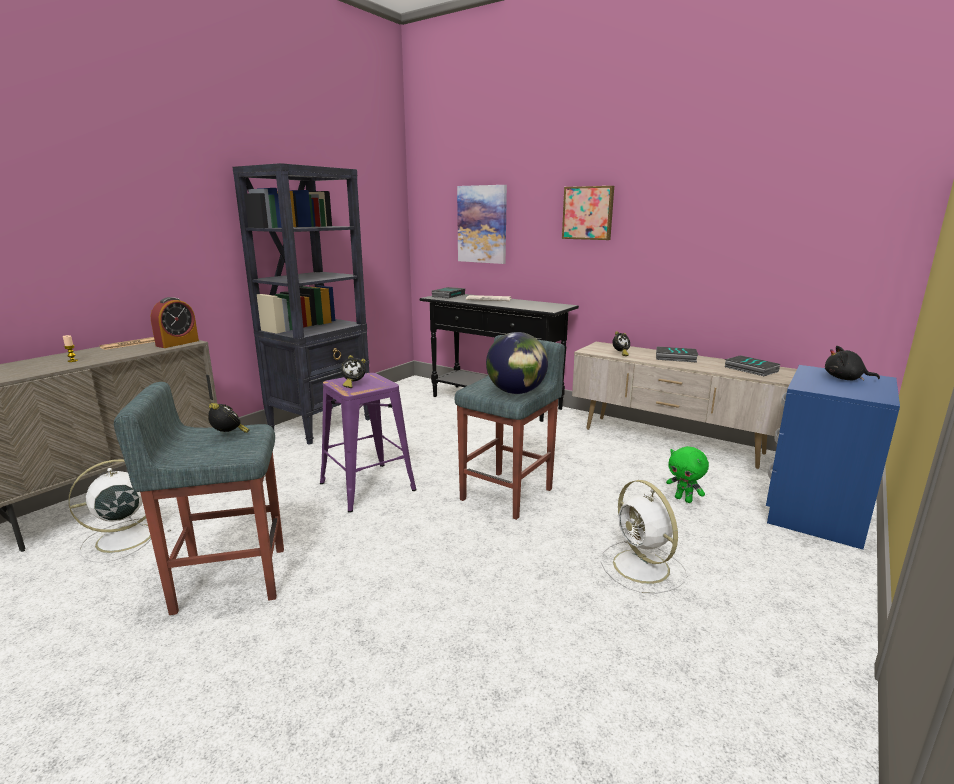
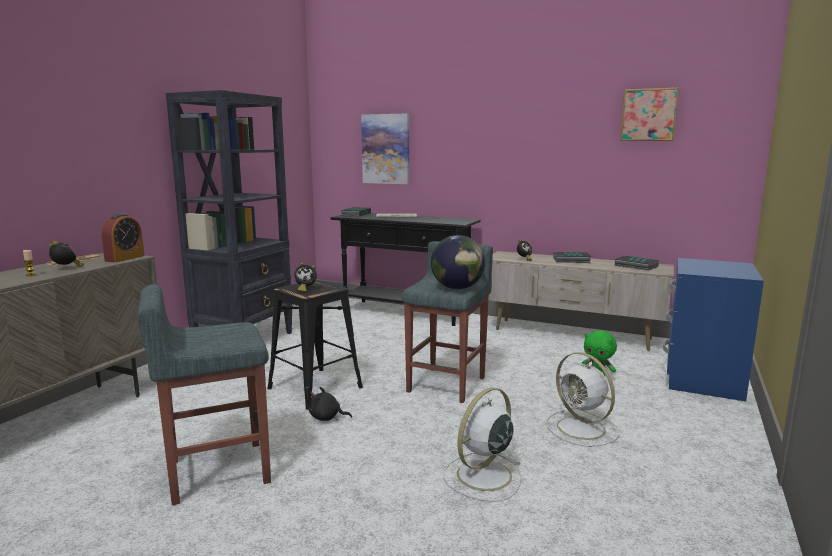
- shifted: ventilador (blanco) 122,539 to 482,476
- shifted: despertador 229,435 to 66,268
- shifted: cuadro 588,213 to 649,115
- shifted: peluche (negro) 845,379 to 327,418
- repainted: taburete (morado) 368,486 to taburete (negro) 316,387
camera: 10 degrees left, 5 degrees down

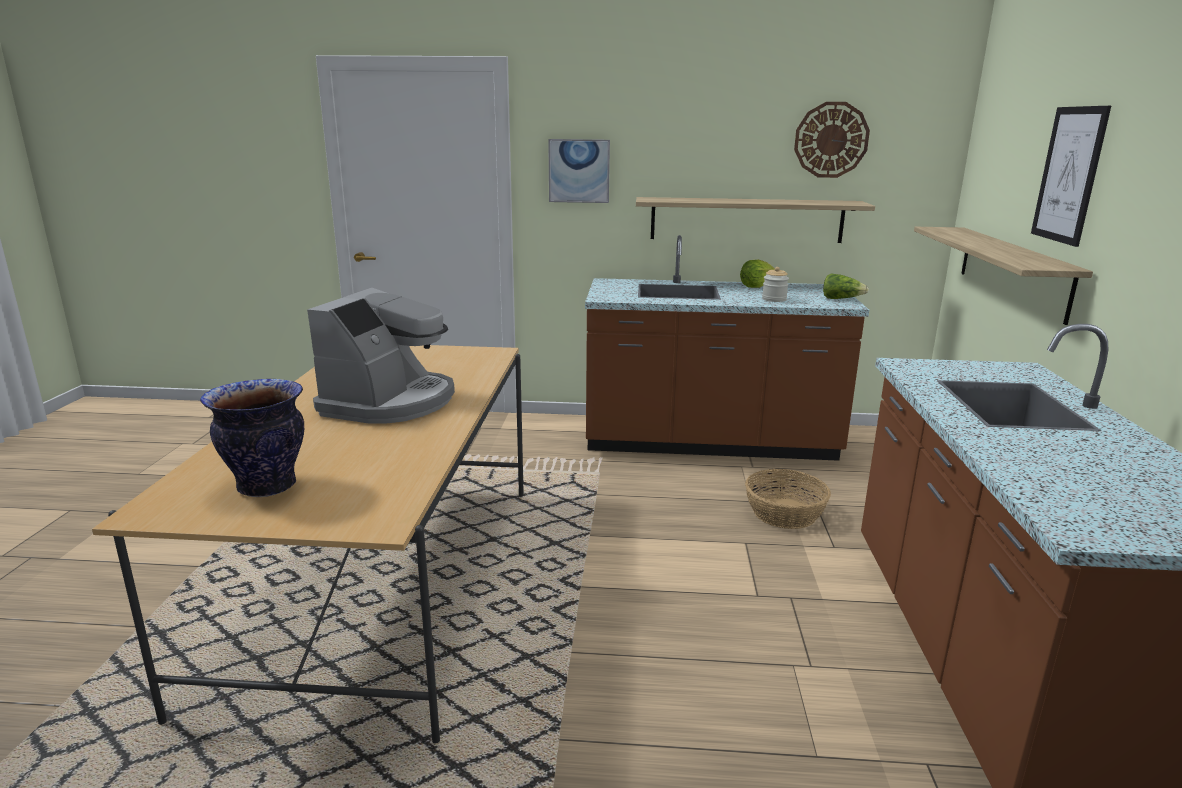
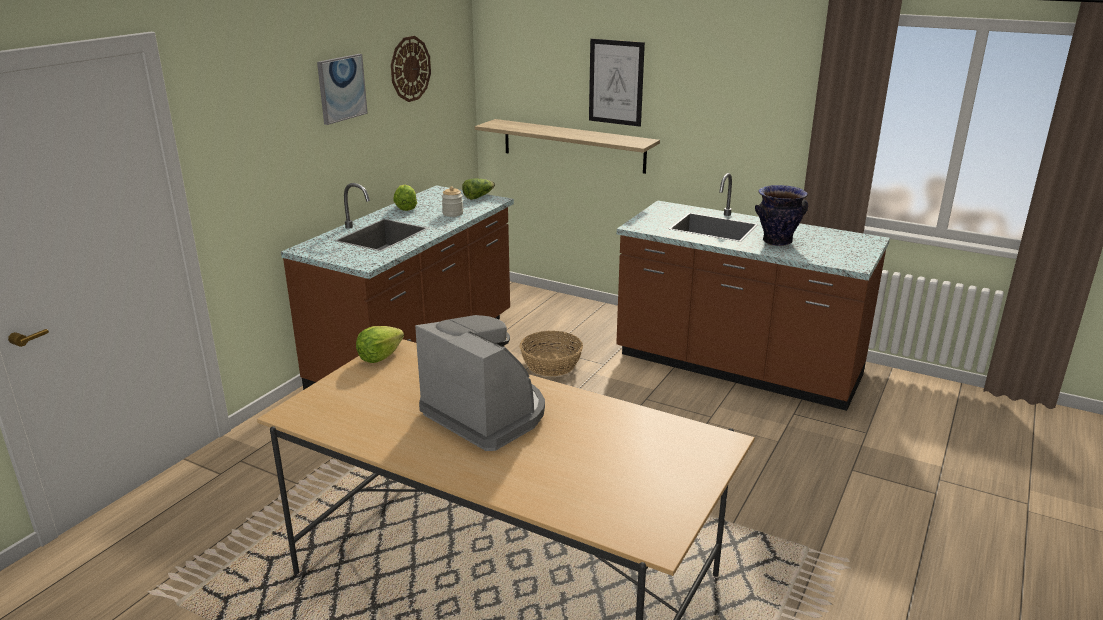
- gone: estante 746,220
- new: lechuga 380,357
- shifted: florero 268,486 to 776,241
- shifted: cuadro 579,171 to 341,88
camera: 65 degrees left, 5 degrees up

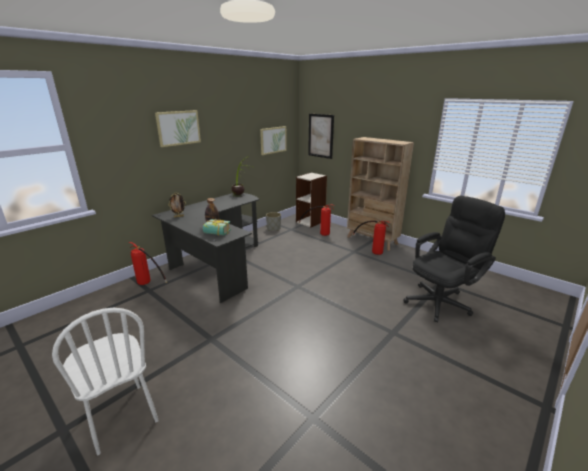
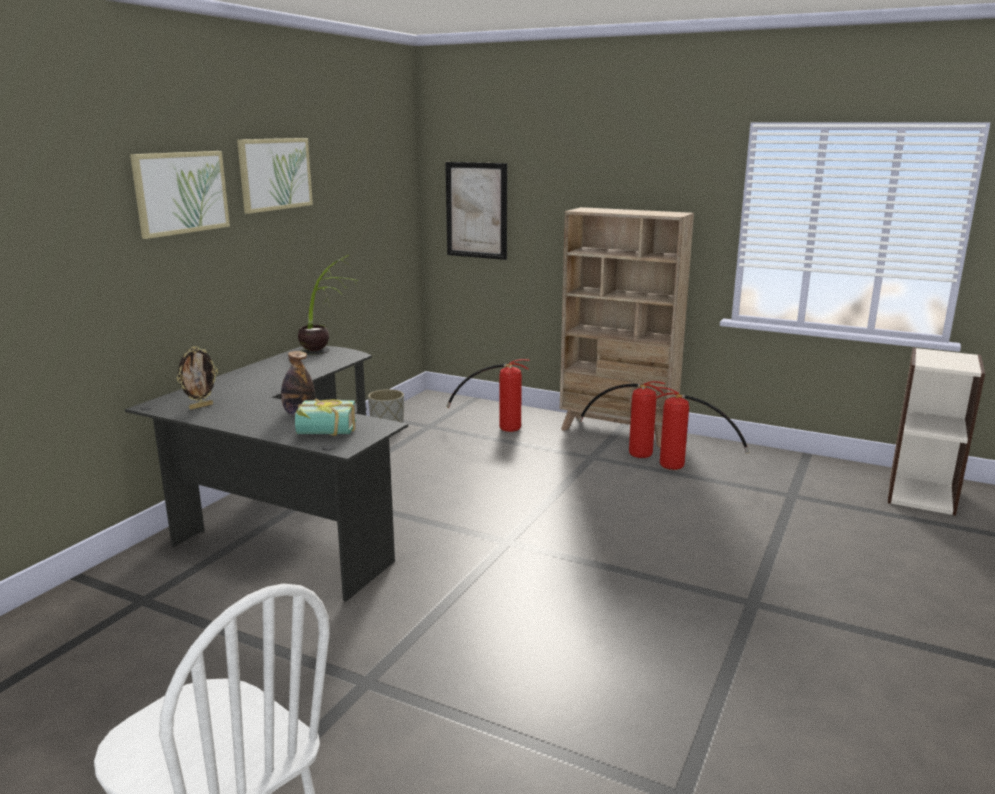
- gone: silla de oficina (negro) 442,301
- shifted: extintor 148,284 to 686,467
- shifted: cuadro 273,140 to 275,174
- shifted: estantería 311,221 to 921,495
camera: 15 degrees left, 5 degrees down

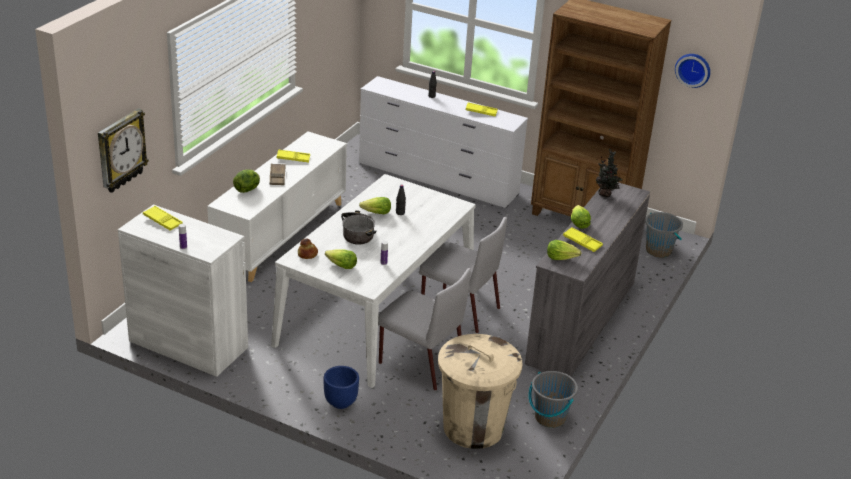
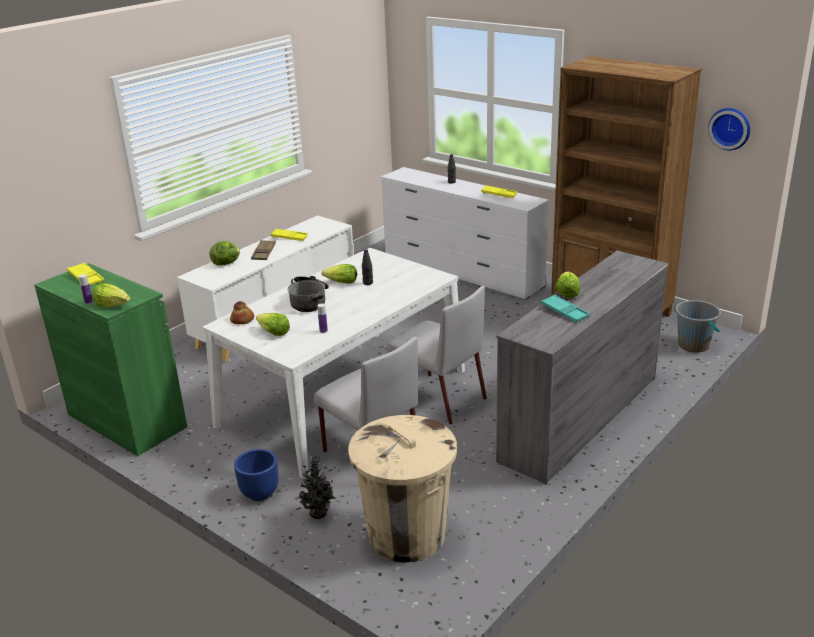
- gone: reloj de pared 120,151
- gone: cubo (gris) 550,417
- shifted: lechuga 561,257 to 113,305
- shifted: planta en maceta 606,195 to 319,515
- repainted: armario (blanco) 188,344 to armario (verde) 126,421
- repainted: bandeja (amarillo) 582,242 to bandeja (turquesa) 564,312
camera: 15 degrees right, 5 degrees down

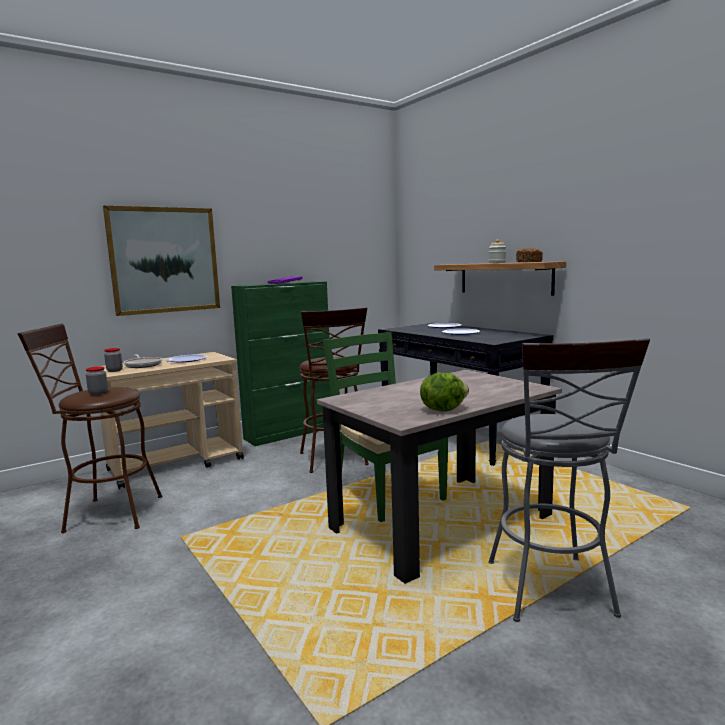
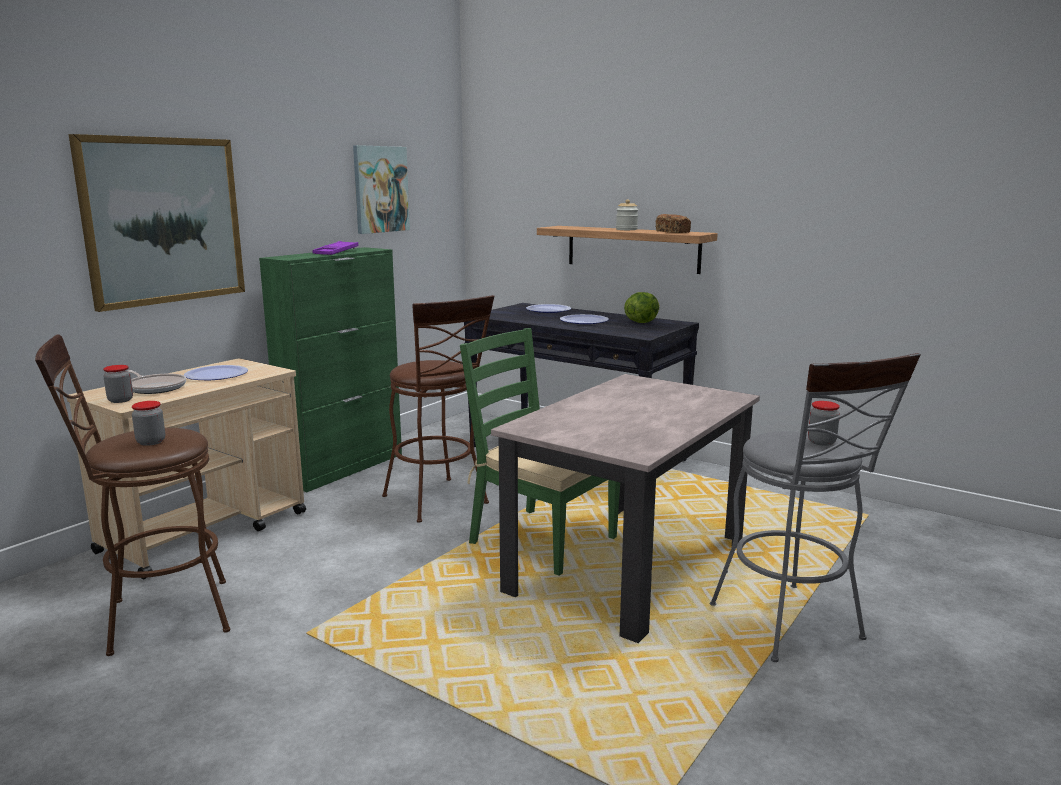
- new: cuadro 380,189
- new: tarro 821,442
- shifted: lechuga 443,409 to 641,322
camera: 20 degrees left, 5 degrees up

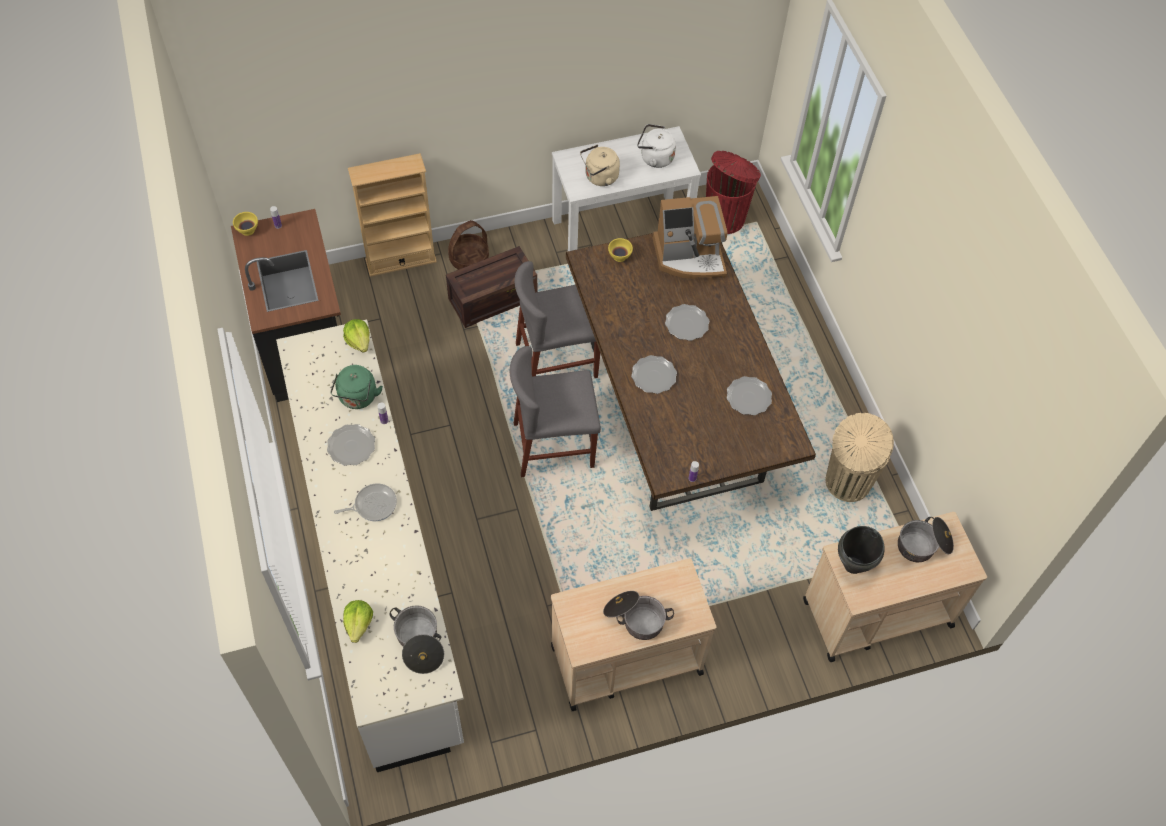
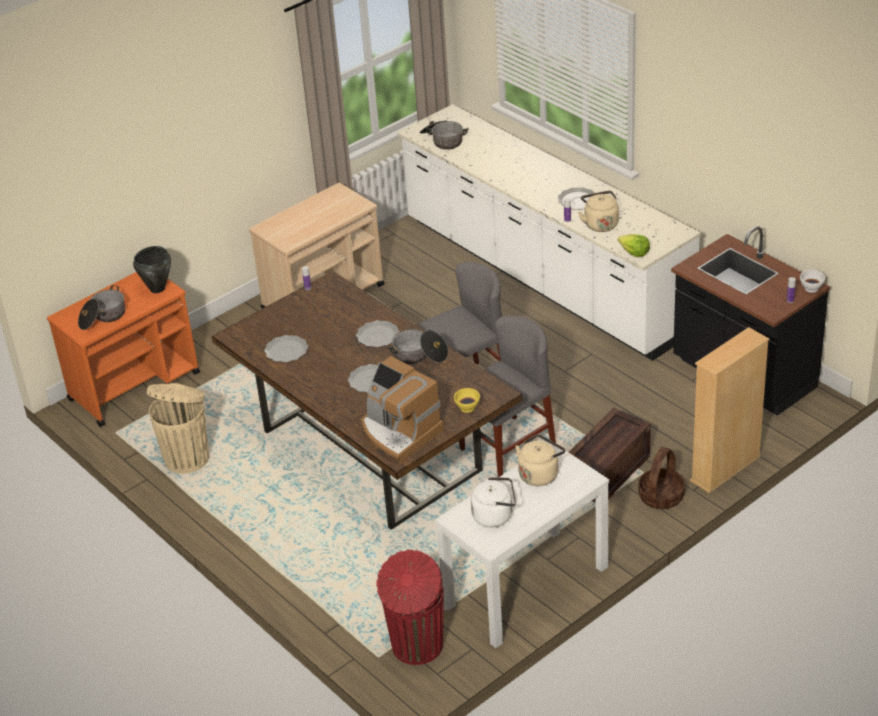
- gone: sartén 373,505
- gone: lechuga 359,624
- shifted: olla 635,618 to 419,355
- repainted: cuenco (amarillo) 247,230 to cuenco (blanco) 811,288
- repainted: hervidor (verde) 357,398 to hervidor (beis) 600,224
- repainted: carrito (beis) 876,613 to carrito (naranja) 135,386
- rotated: cafetera 690,256 = 399,432 105 degrees counterclockwise
camera: 160 degrees right, 20 degrees down

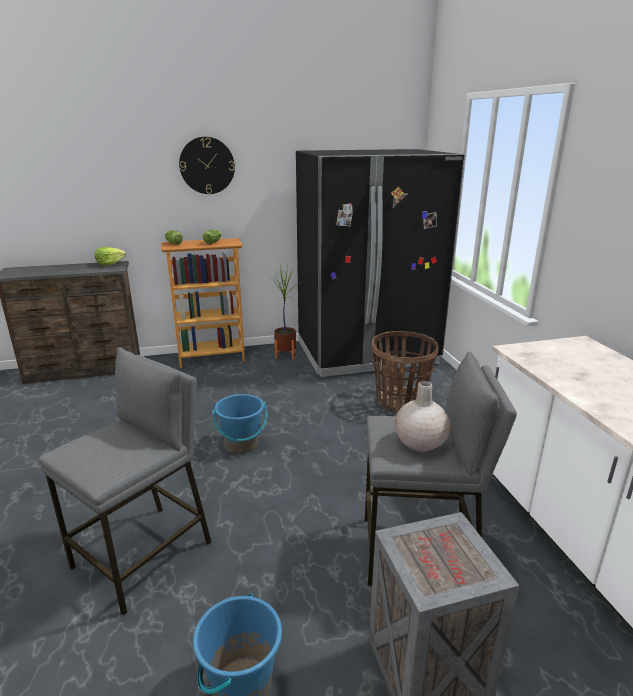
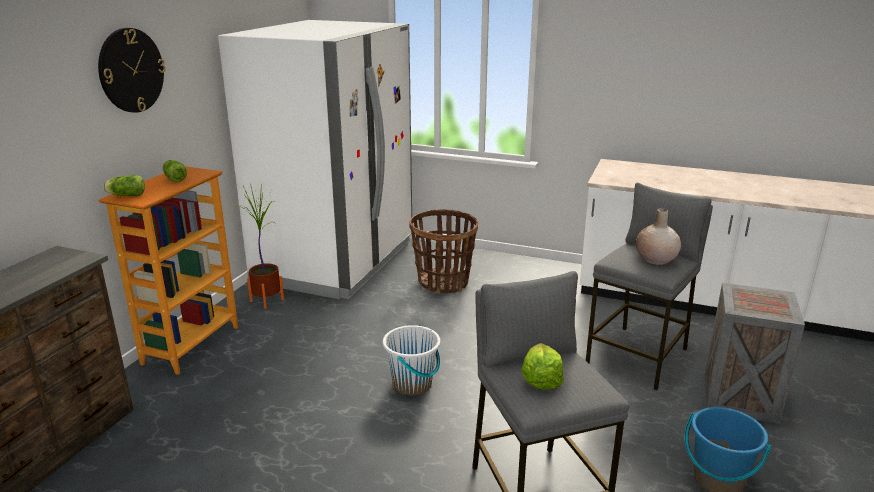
- shifted: lechuga 110,263 to 541,379
- repainted: cubo (azul) 242,444 to cubo (blanco) 412,384
- repainted: nevera (negro) 367,353 to nevera (blanco) 336,261
camera: 55 degrees left, 0 degrees up

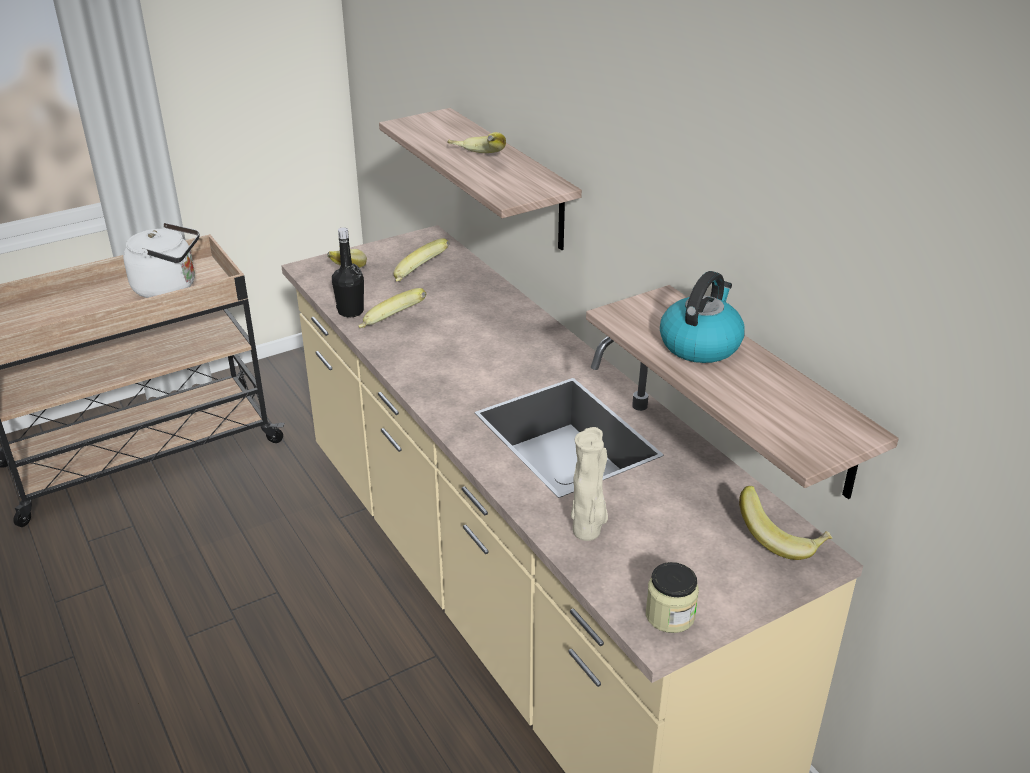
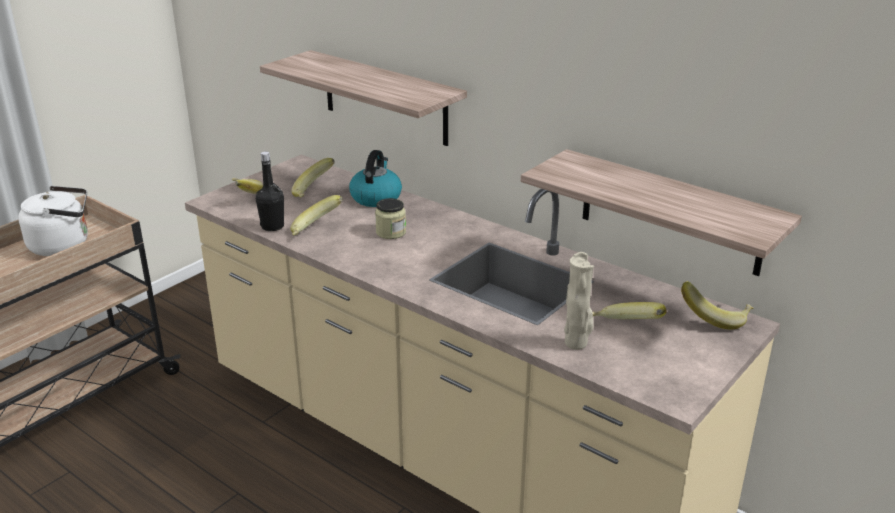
- shifted: plátano 475,159 to 625,328
- shifted: tarro 670,615 to 391,232
- shifted: hervidor 700,344 to 376,197
camera: 20 degrees left, 5 degrees down

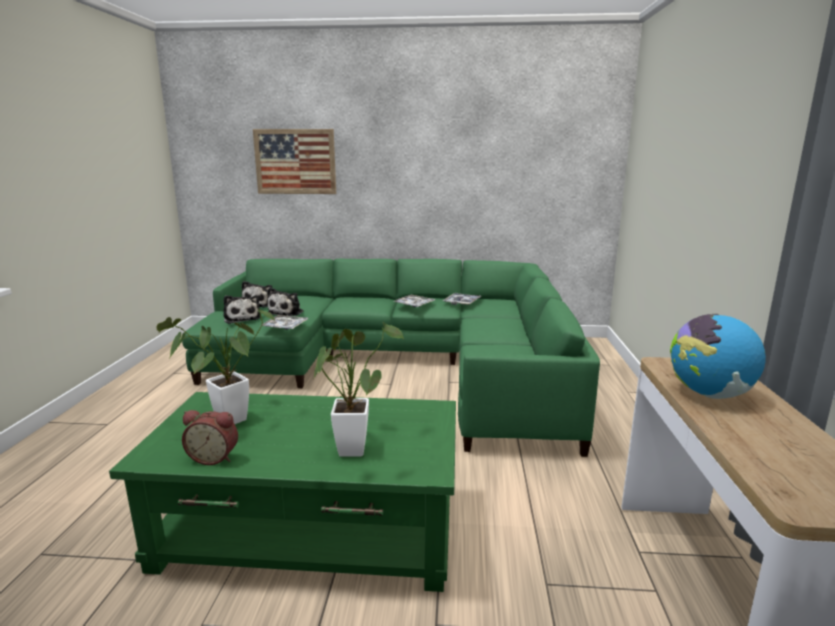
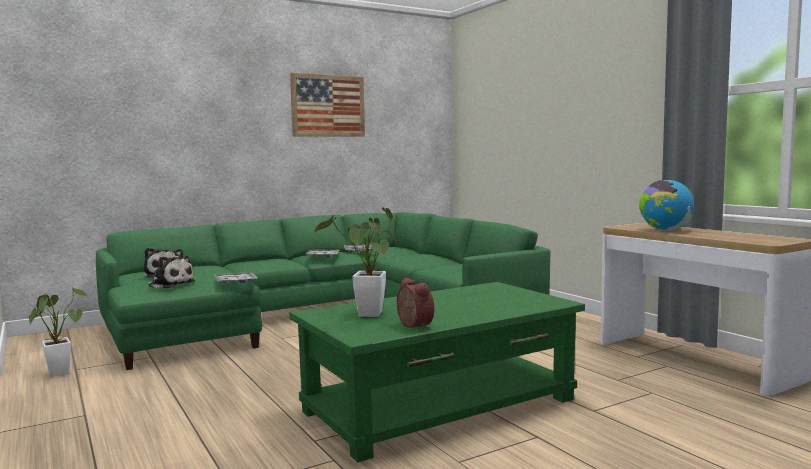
- gone: peluche 287,312
- shifted: cuadro 295,161 to 328,105
- shifted: planta en maceta 353,446 to 58,372
- rotated: despertador 214,457 = 412,326 90 degrees counterclockwise
camera: 35 degrees left, 10 degrees down

